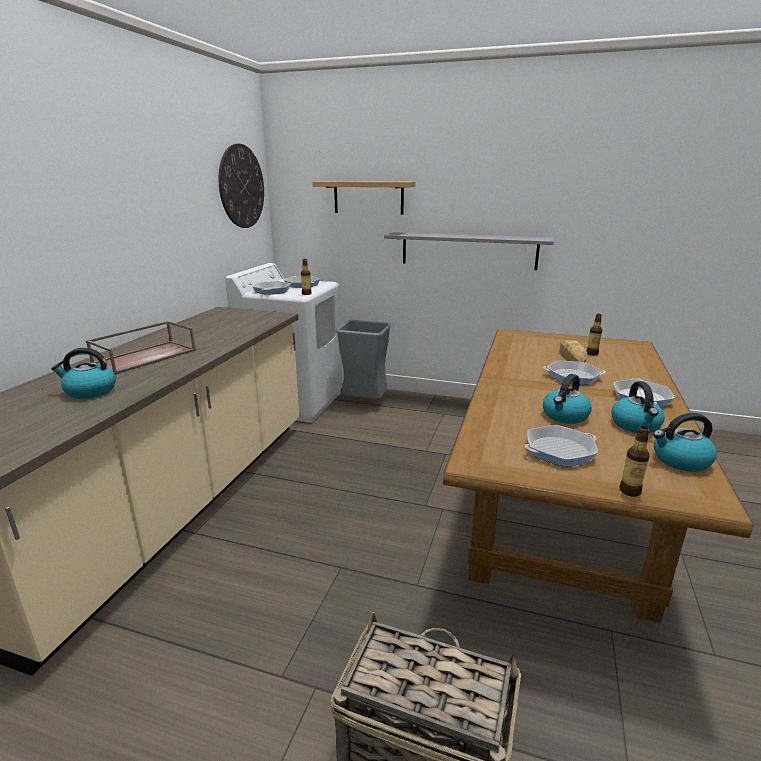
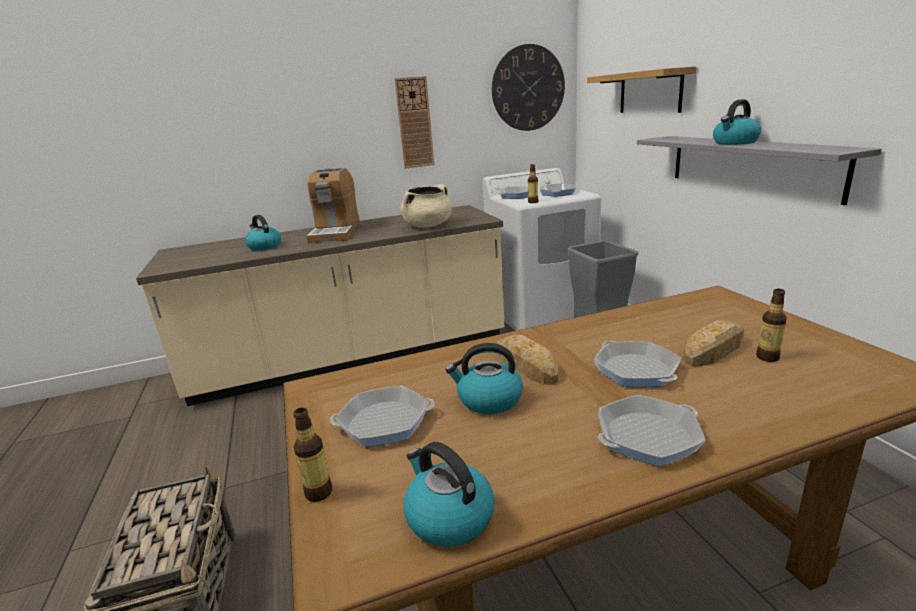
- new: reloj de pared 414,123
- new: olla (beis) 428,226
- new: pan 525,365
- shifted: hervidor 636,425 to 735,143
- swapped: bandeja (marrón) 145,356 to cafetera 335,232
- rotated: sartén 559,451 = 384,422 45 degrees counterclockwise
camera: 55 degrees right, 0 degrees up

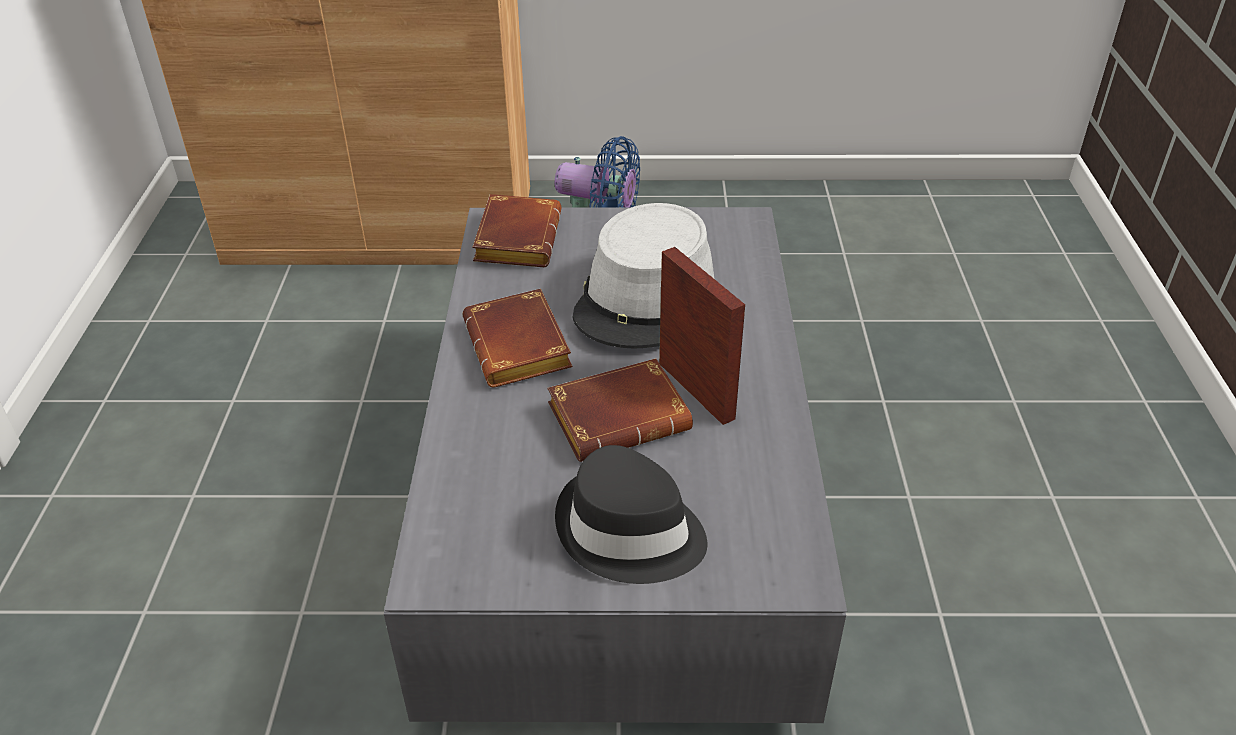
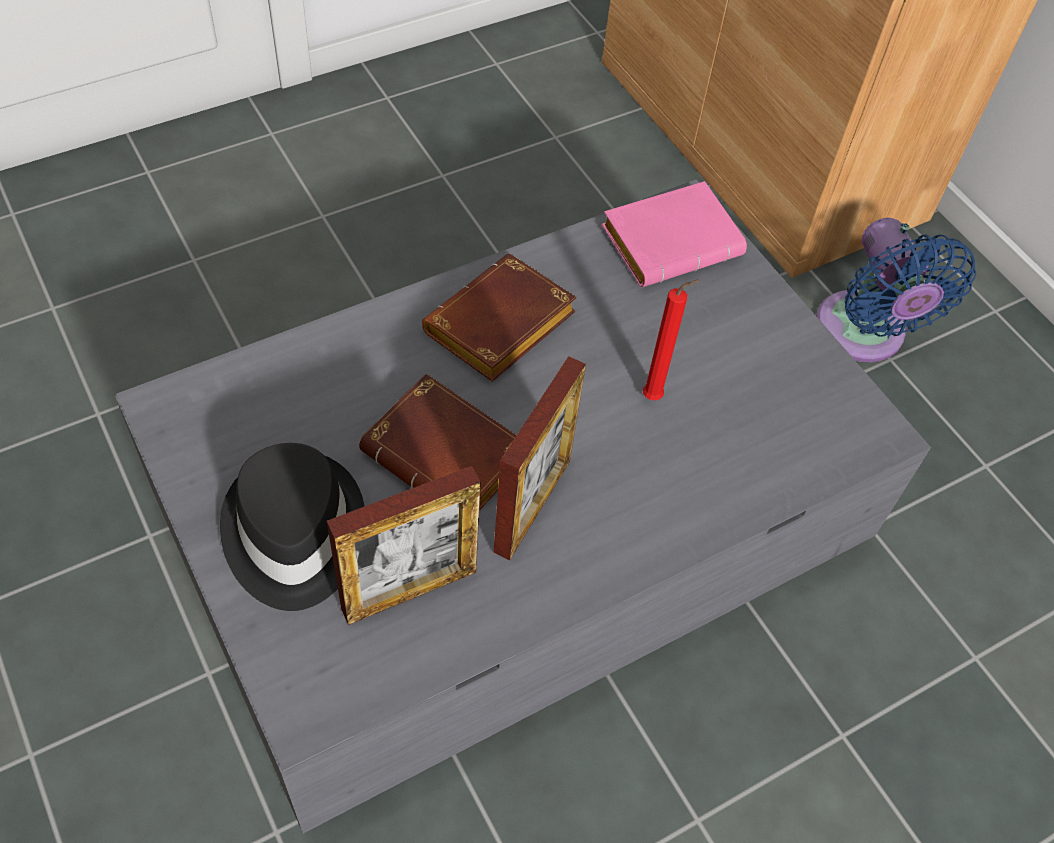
- new: portarretratos 409,590
- swapped: sombrero (gris) 646,298 to vela (rojo) 655,397
- repainted: libro (marrón) 515,238 to libro (rosa) 672,240
camera: 55 degrees right, 15 degrees up

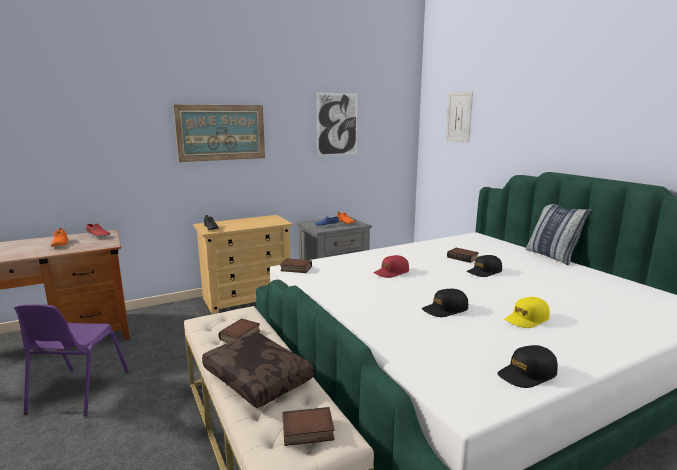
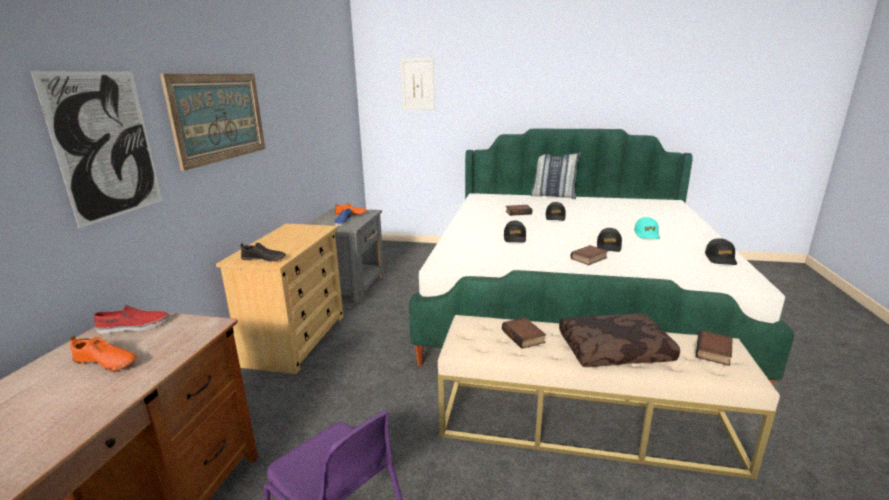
- shifted: libro 295,269 to 589,259
- shifted: cuadro 337,124 to 106,145
- repainted: gorra (rojo) 391,272 to gorra (negro) 515,238
- repainted: gorra (amarillo) 526,319 to gorra (turquesa) 647,234
camera: 50 degrees left, 5 degrees up

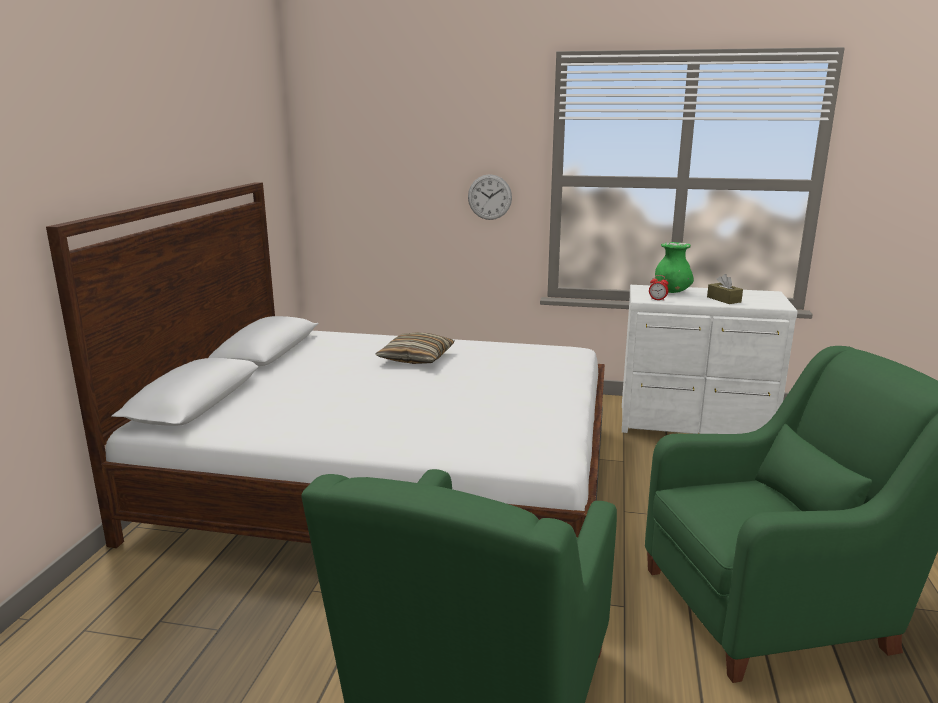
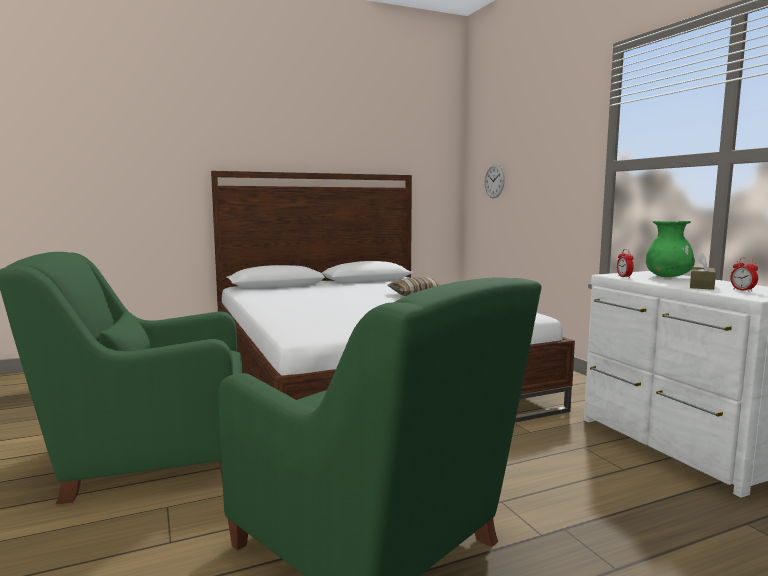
- new: despertador 742,290
- shifted: reloj de pared 489,197 to 494,181
camera: 55 degrees right, 10 degrees down

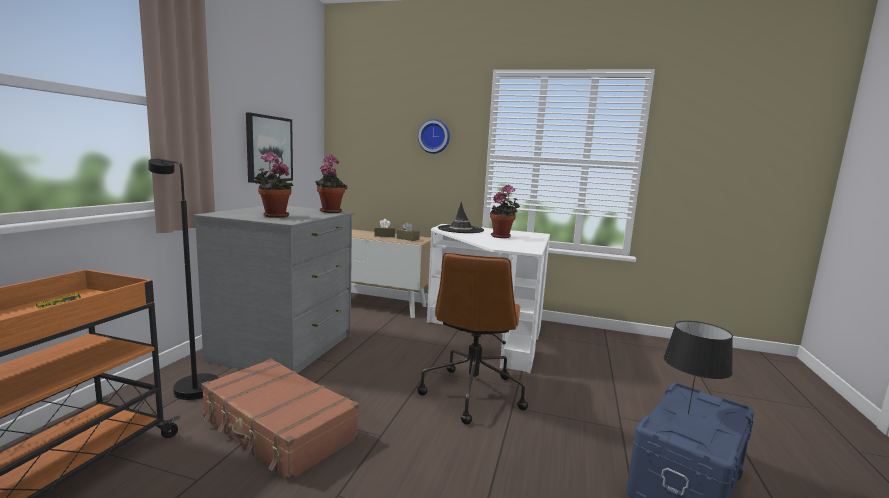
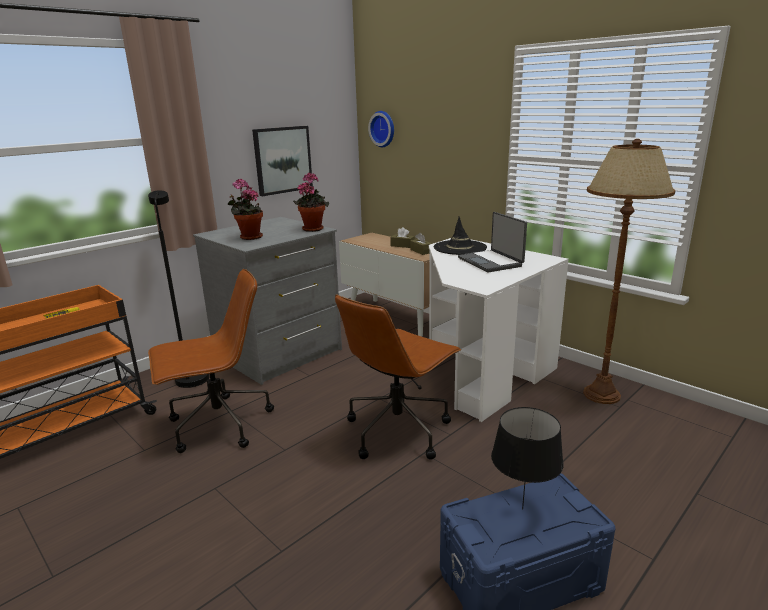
- new: lámpara de pie (marrón) 601,395
- shifted: reloj de pared 434,136 to 383,129
- swapped: maleta (marrón) 278,429 to silla de oficina (marrón) 218,425
- swapped: planta en maceta 502,236 to portátil 491,262
camera: 30 degrees right, 10 degrees up

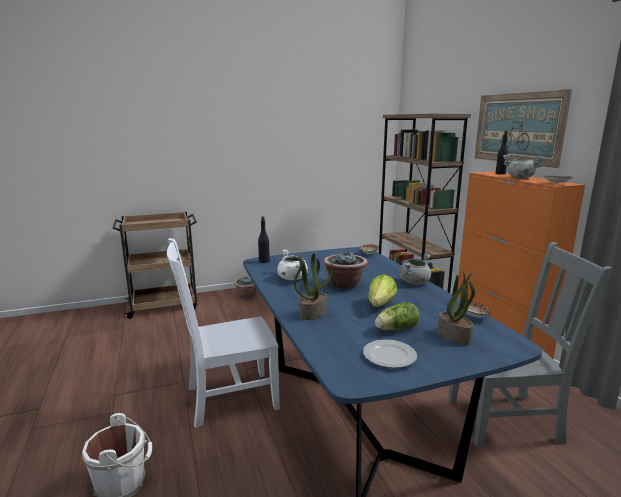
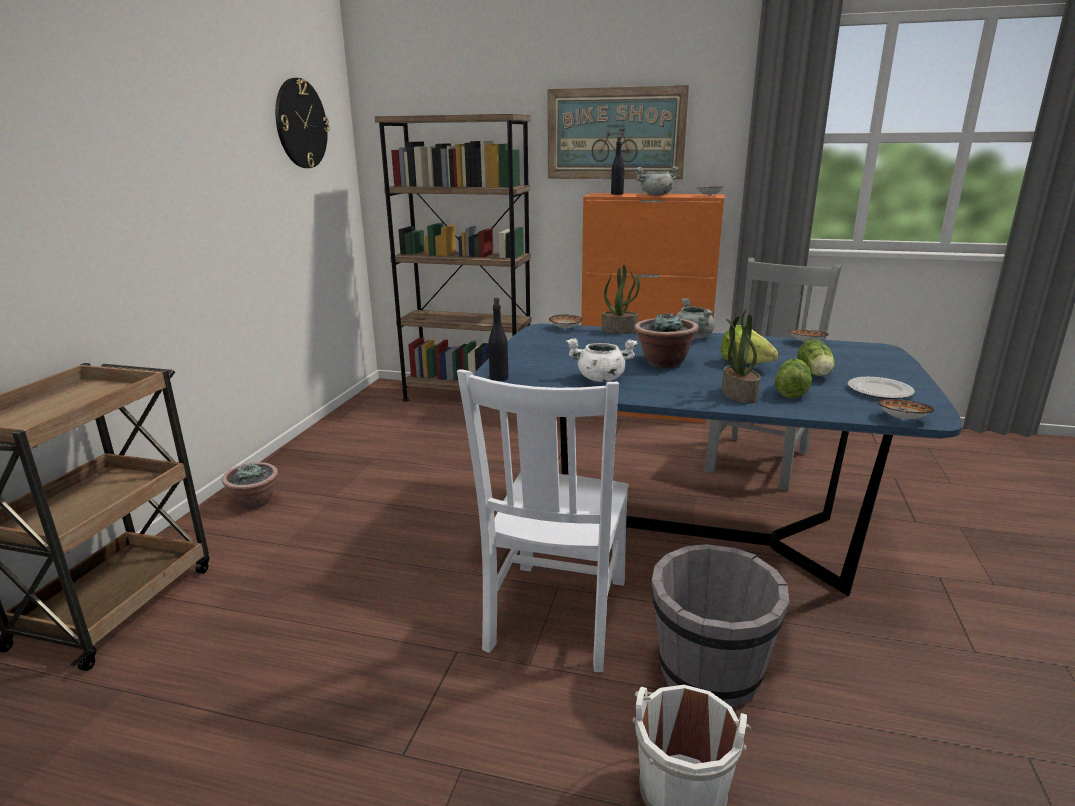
- new: reloj de pared 301,124
- new: cubo (gris) 709,673
- new: lechuga 791,390
- new: cuenco 902,419
- shifted: planta en maceta 454,336 to 619,330
camera: 55 degrees left, 5 degrees up

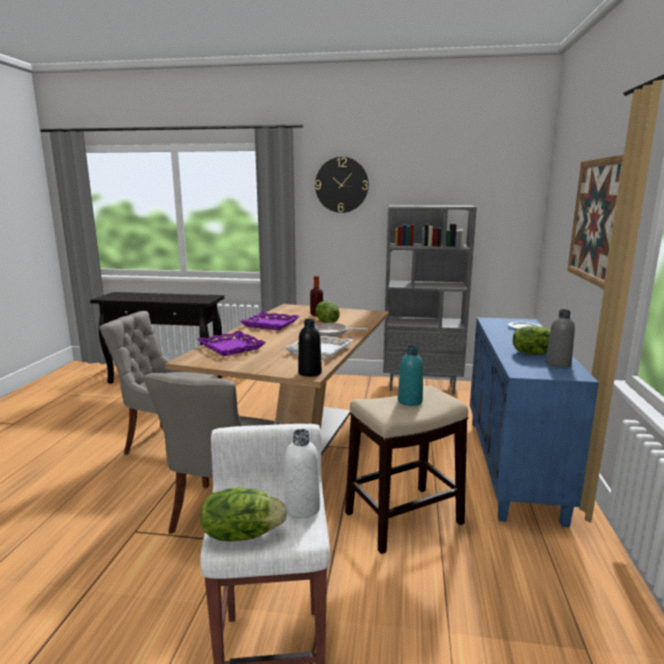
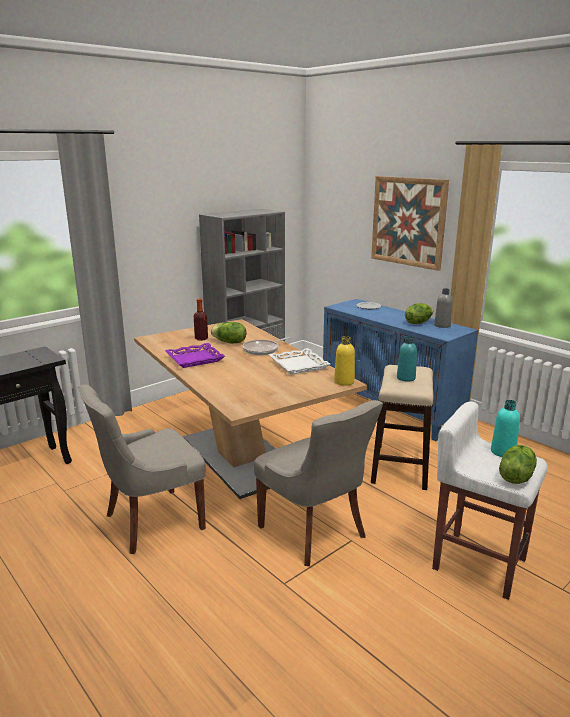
- gone: bandeja (morado) 231,347
- gone: reloj de pared 341,185
- repainted: botella (blanco) 302,508 to botella (turquesa) 503,452
- repainted: botella (negro) 309,373 to botella (amarillo) 344,382
camera: 50 degrees left, 5 degrees up

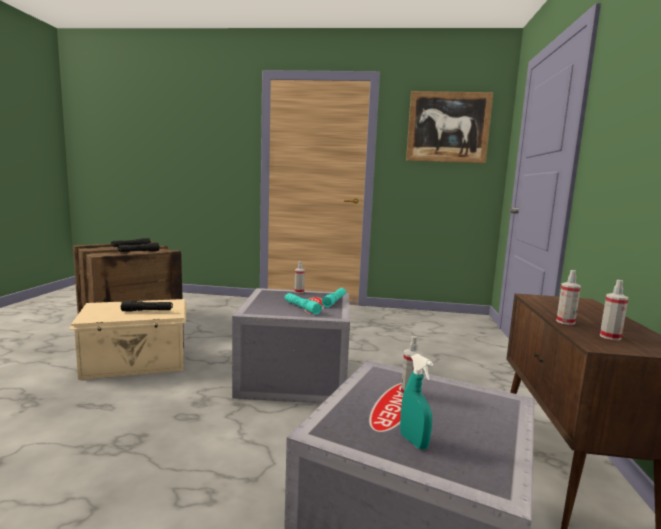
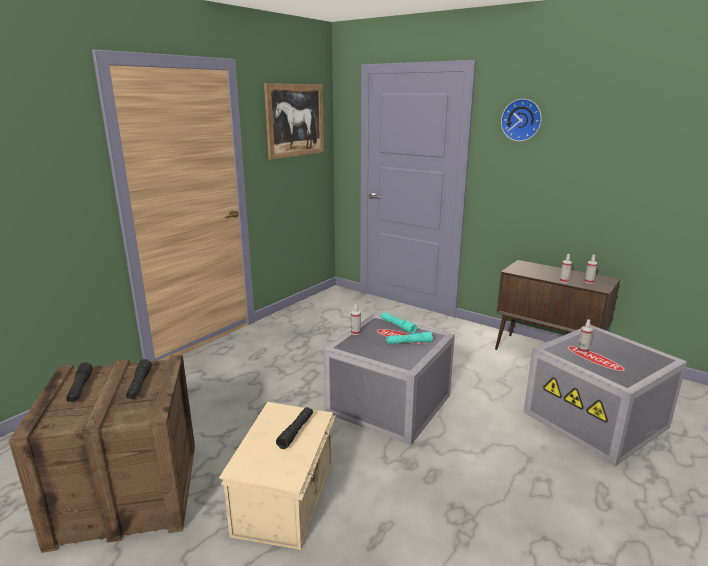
- gone: pulverizador (turquesa) 413,441
- new: reloj de pared 521,120
camera: 60 degrees left, 10 degrees up

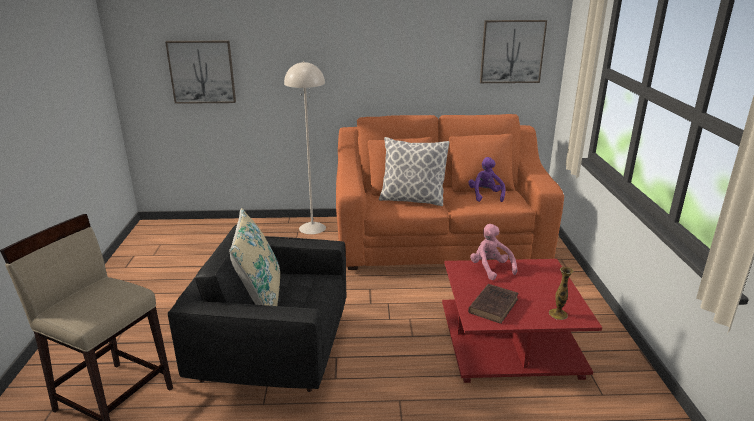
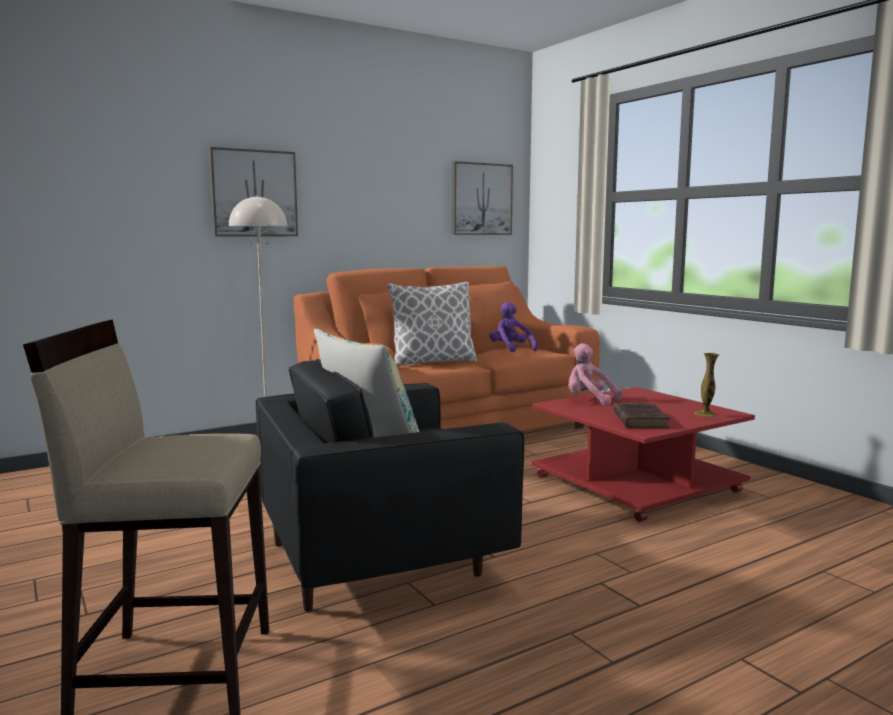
- shifted: cuadro 202,72 to 254,193
camera: 30 degrees left, 15 degrees down

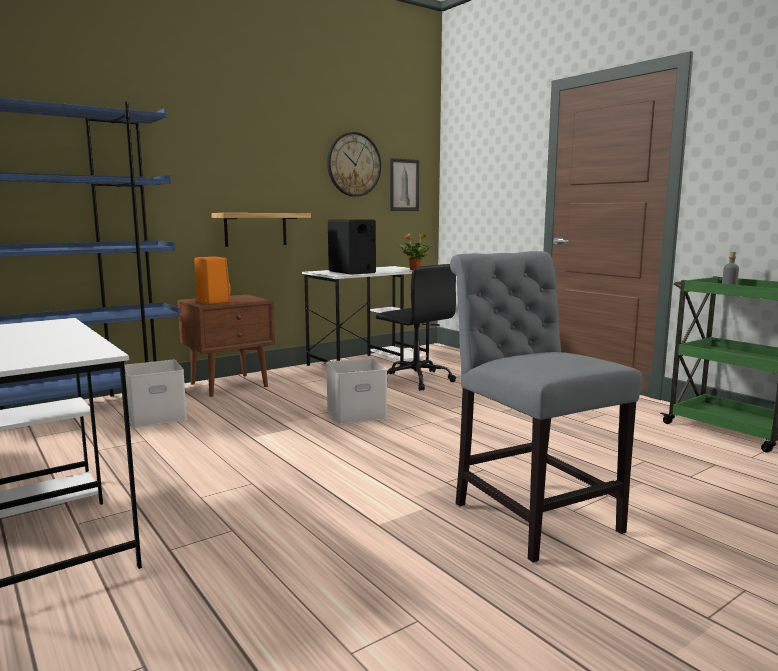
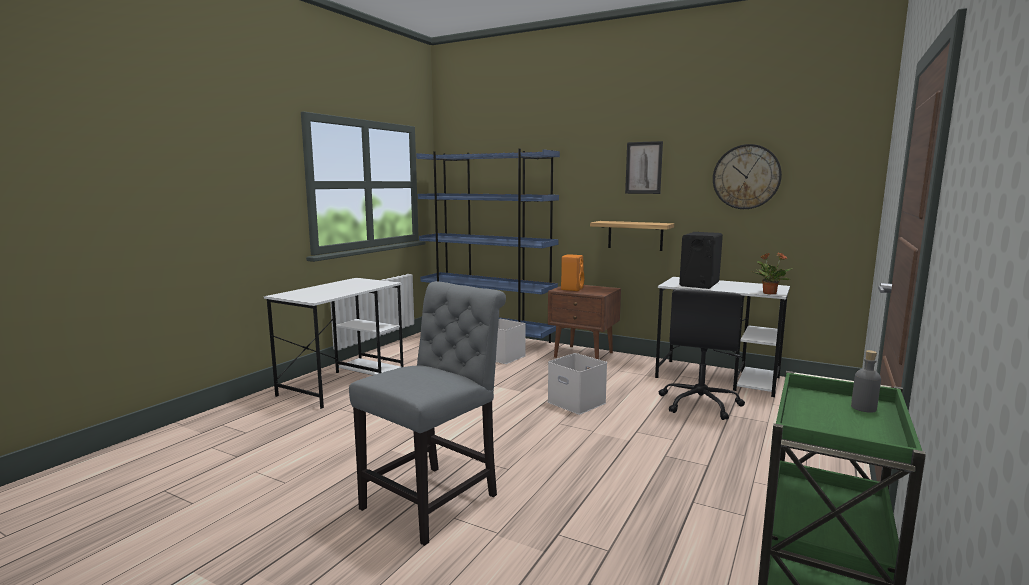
- shifted: cuadro 404,185 to 643,168
camera: 65 degrees right, 0 degrees up

